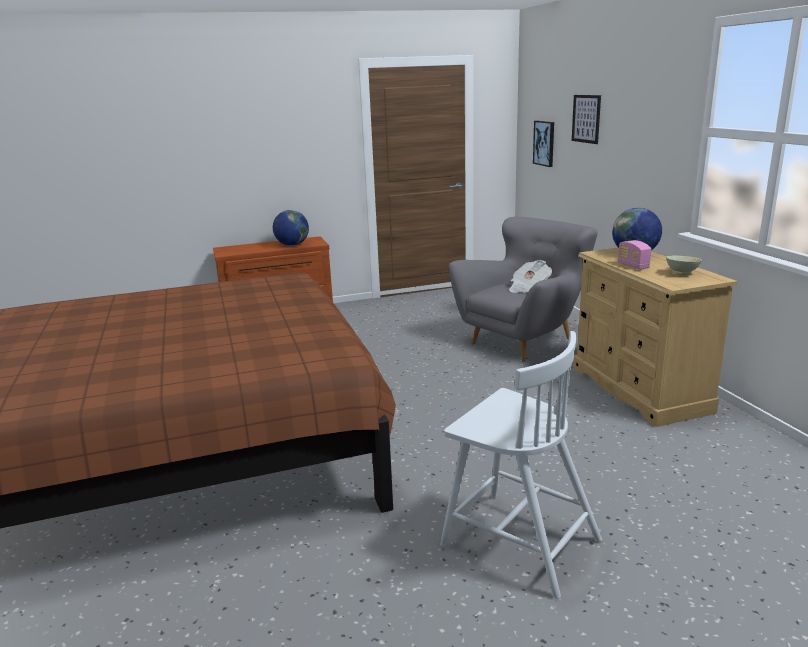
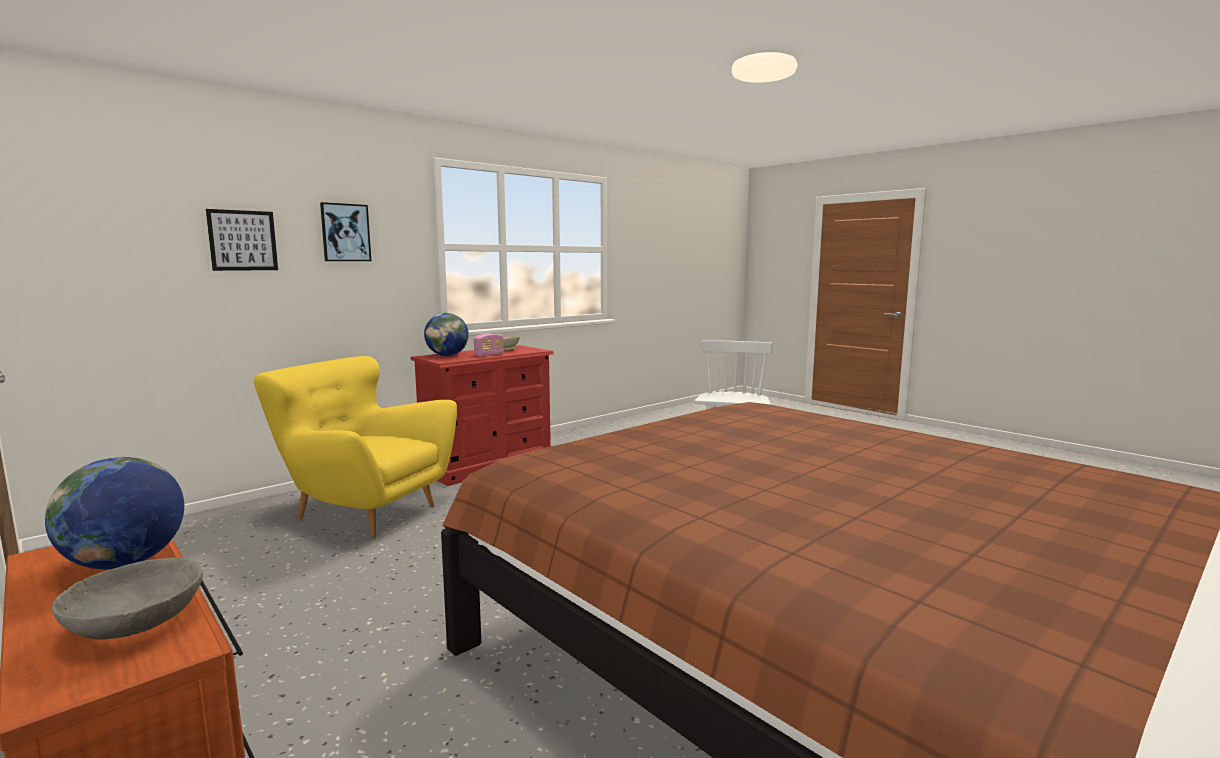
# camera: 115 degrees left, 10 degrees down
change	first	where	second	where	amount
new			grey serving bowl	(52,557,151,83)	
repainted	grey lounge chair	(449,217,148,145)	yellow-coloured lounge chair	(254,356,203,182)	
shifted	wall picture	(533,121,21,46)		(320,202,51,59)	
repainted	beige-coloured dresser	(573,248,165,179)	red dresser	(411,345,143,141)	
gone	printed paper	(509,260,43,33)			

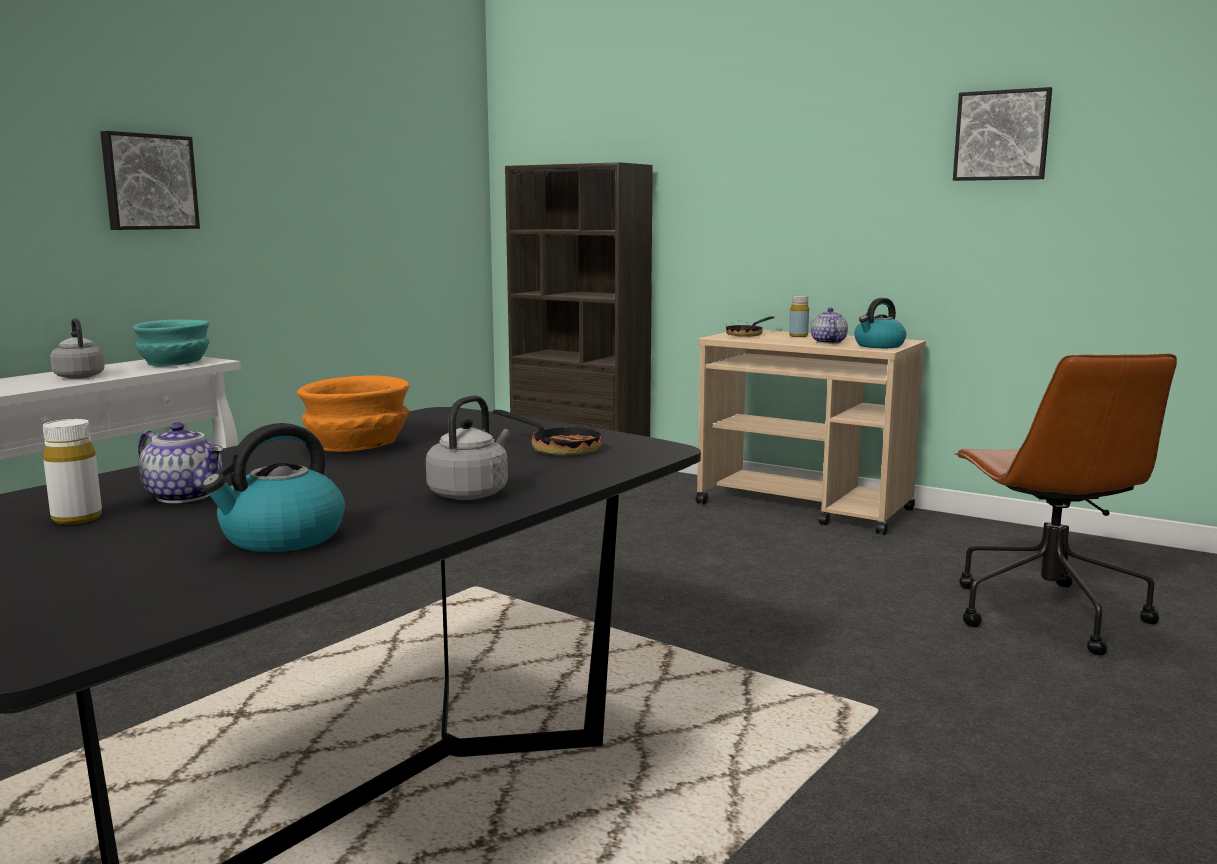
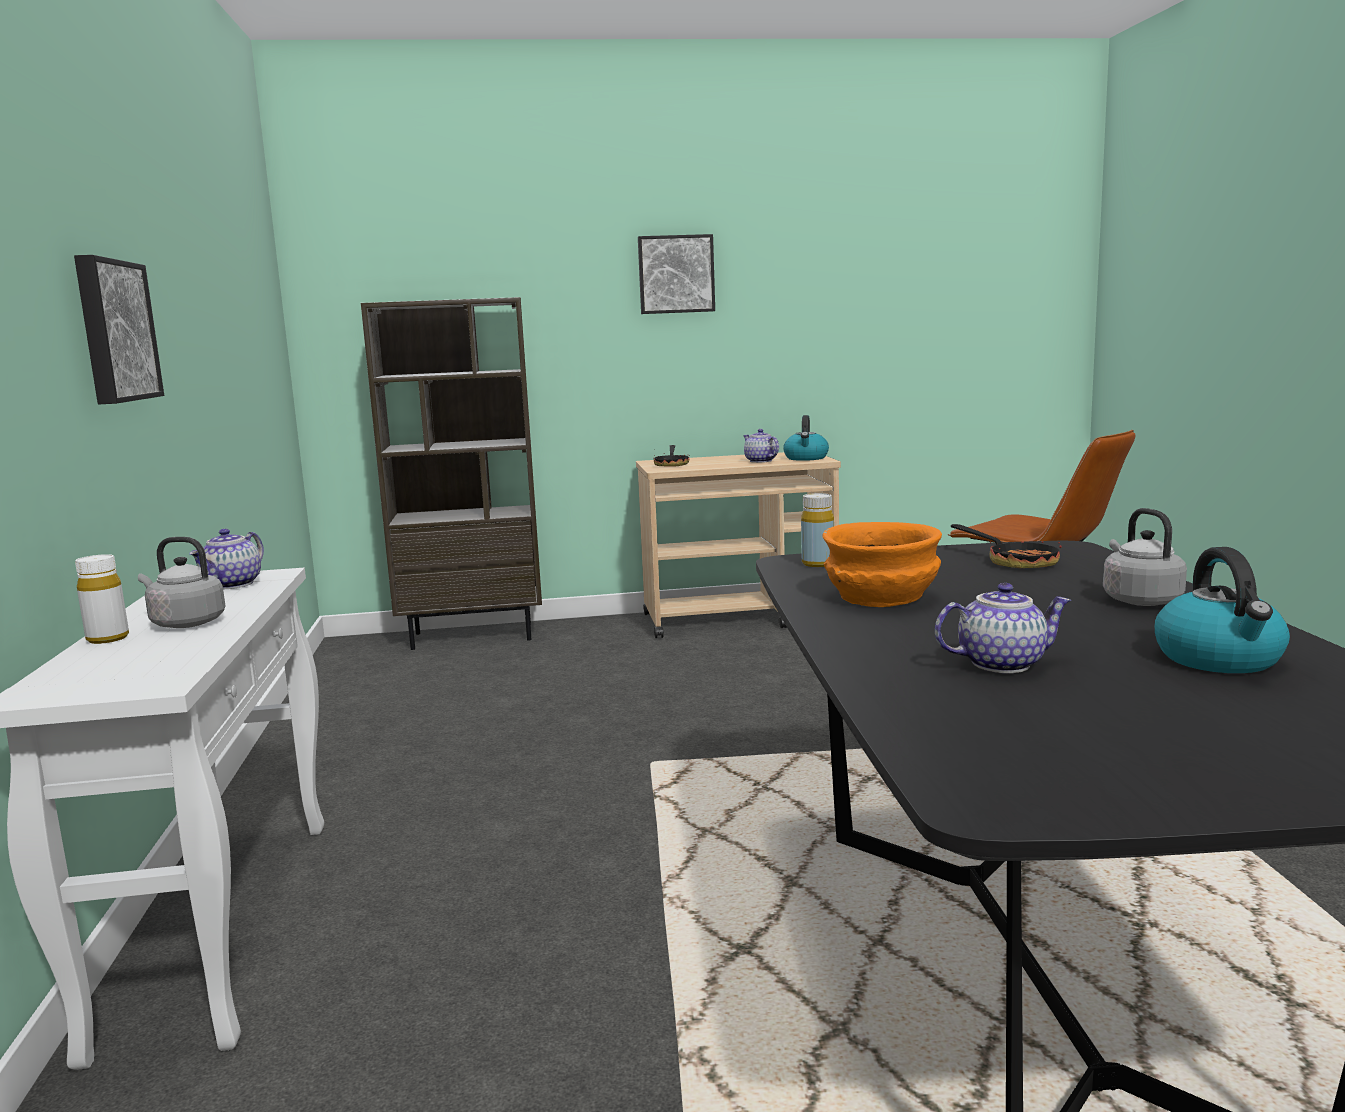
# camera: 40 degrees left, 0 degrees up
change	first	where	second	where	amount
shifted	white-coloured bottle	(43,419,59,106)		(75,554,54,90)	
swapped	turquoise-coloured serving bowl	(133,319,77,48)	teapot	(189,529,75,60)	
shifted	wall picture	(953,87,99,94)		(638,234,77,80)	
shifted	yellow-coloured bottle	(789,295,20,42)		(801,493,33,74)	
rotated	pan	(493,410,111,45)		(951,524,111,44)	60 degrees clockwise

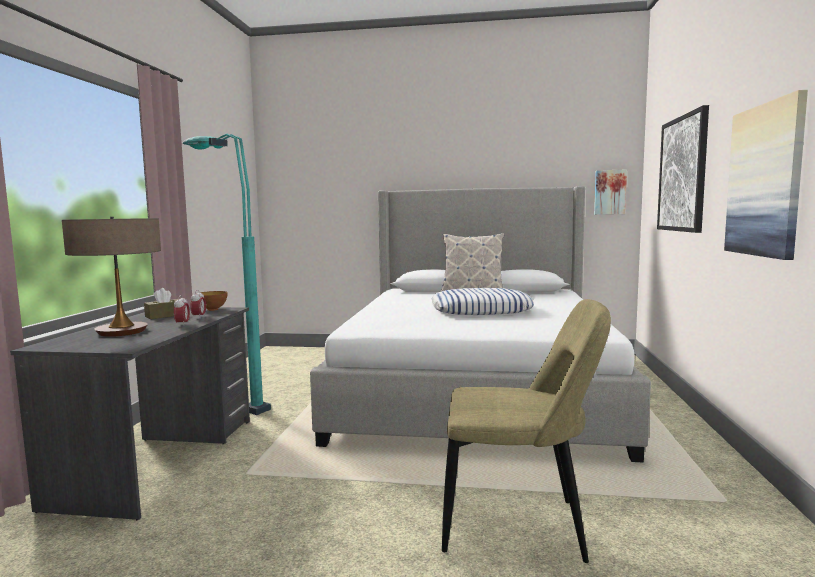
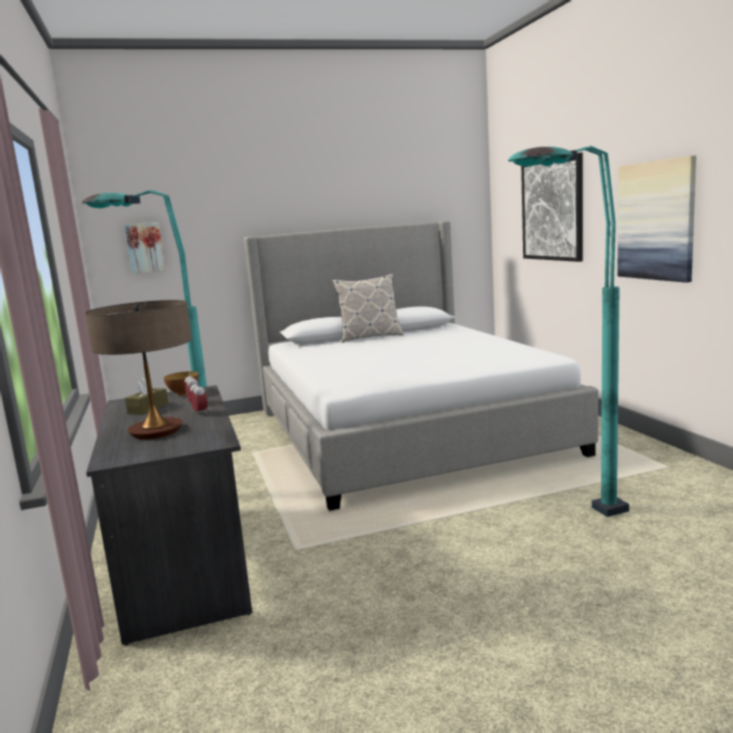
# camera: 25 degrees left, 5 degrees up
change	first	where	second	where	amount
shifted	wall picture	(594,169,33,46)		(125,222,40,52)	
swapped	beige-coloured plain chair	(442,299,169,264)	turquoise-coloured standing lamp	(508,146,121,371)	
gone	cushion	(432,288,102,27)			

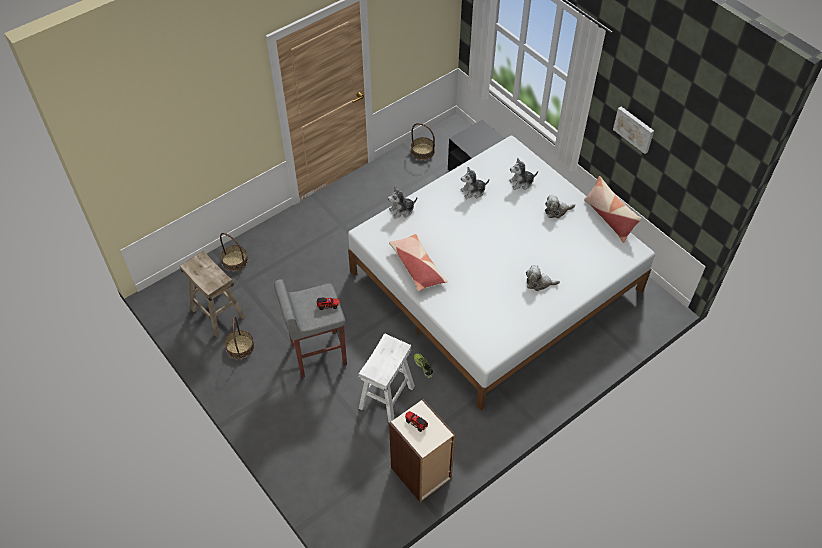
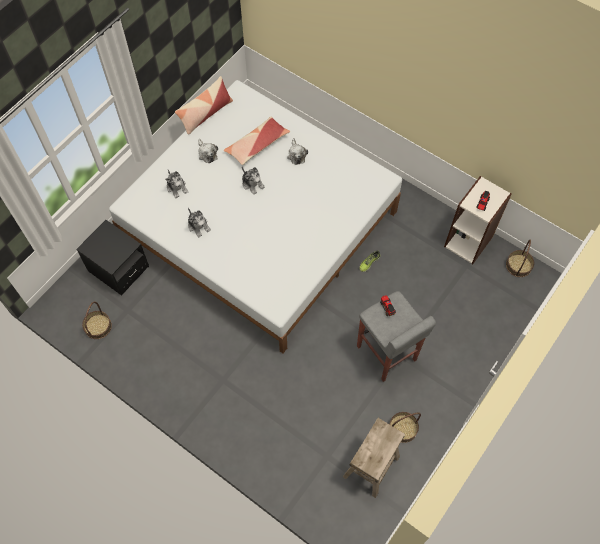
# camera: 105 degrees left, 10 degrees up
change	first	where	second	where	amount
shifted	cushion	(389,234,59,57)		(224,117,66,48)	
shifted	plush toy	(388,186,29,33)		(242,167,23,28)	
shifted	storage basket	(220,233,28,38)		(506,240,28,37)	
gone	white-coloured stool seat	(359,333,56,89)			
gone	wall picture	(613,107,41,47)			

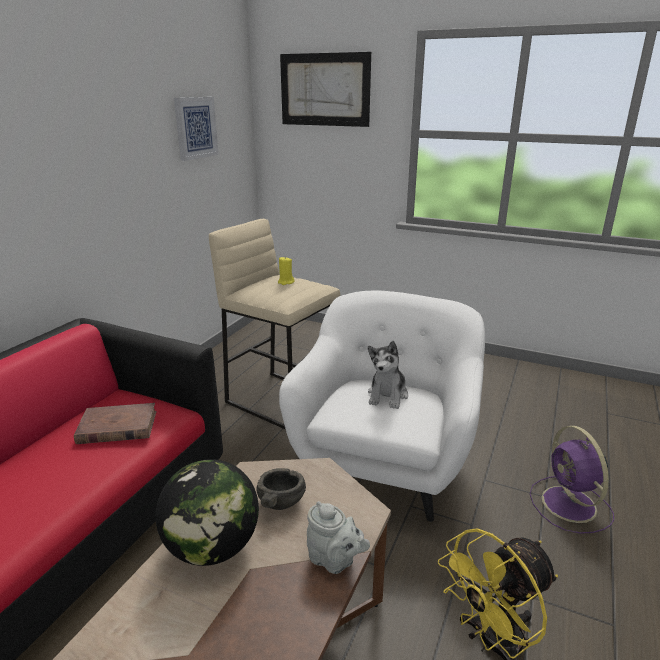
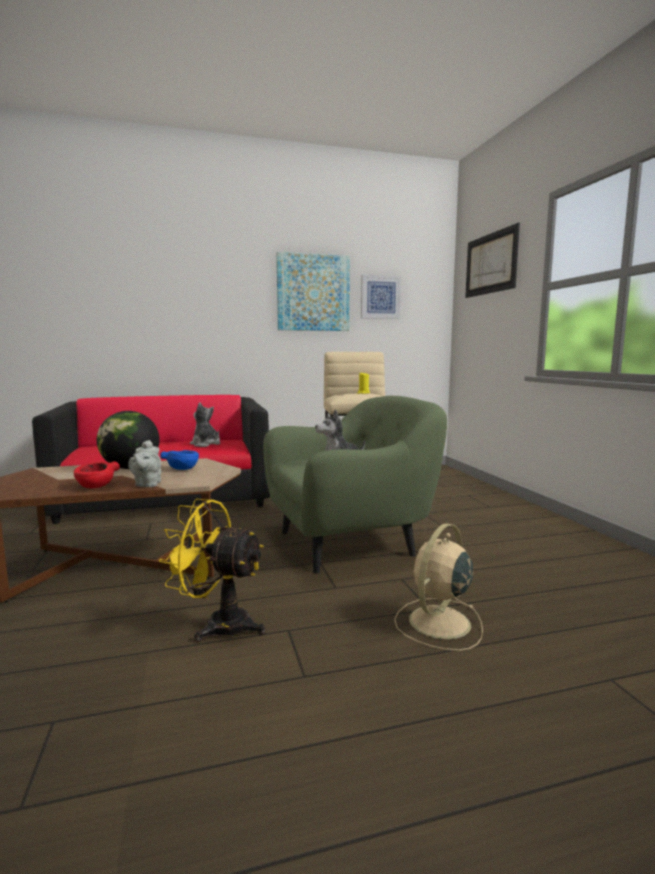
# camera: 50 degrees right, 15 degrees down
change	first	where	second	where	amount
new			red serving bowl	(74,461,46,27)	
repainted	grey serving bowl	(257,468,49,42)	bluish serving bowl	(160,450,39,20)	
swapped	brown-coloured bound book	(74,403,83,41)	plush toy	(190,402,30,45)	
repainted	white-coloured lounge chair	(279,291,206,231)	green lounge chair	(263,396,184,177)	
new			wall picture	(277,252,73,79)	
repainted	purple-coloured electric fan	(530,426,84,108)	beige-coloured electric fan	(394,523,89,128)	

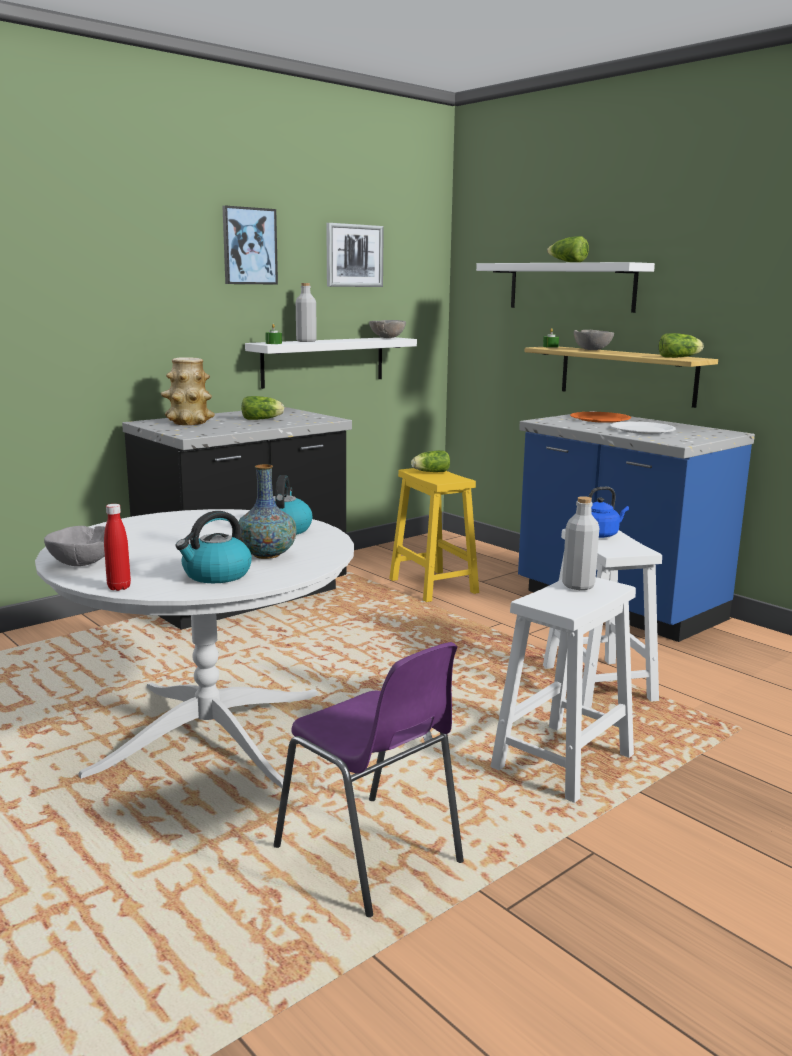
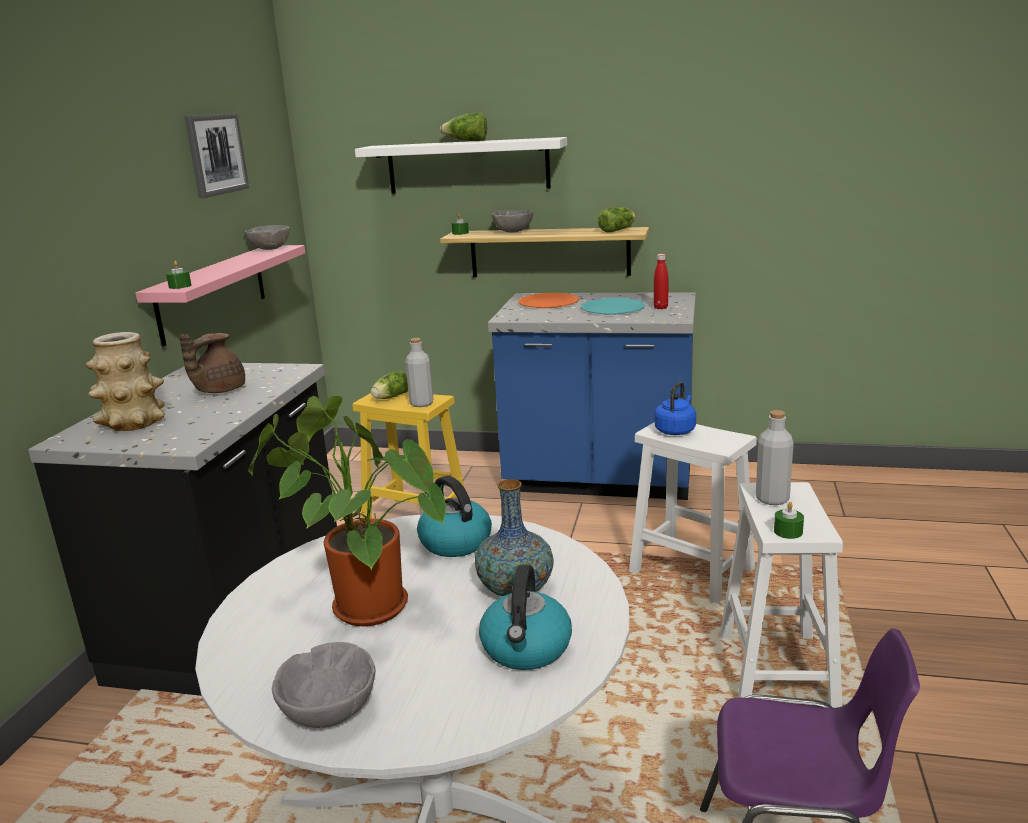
# camera: 35 degrees left, 5 degrees up
change	first	where	second	where	amount
repainted	white-coloured shelf	(245,337,172,52)	pinkish shelf	(136,245,169,101)	
swapped	lettuce head	(241,396,43,24)	brown-coloured teapot	(179,333,66,60)	
new			houseplant	(248,396,198,230)	
shifted	grey bottle	(296,283,21,59)		(405,338,28,69)	
repainted	white-coloured dinner plate	(610,422,66,12)	turquoise-coloured dinner plate	(581,298,64,17)	
shifted	red bottle	(104,504,27,87)		(654,254,14,55)	
new			green wax candle	(774,502,30,37)	
gone	wall picture	(222,206,56,78)			

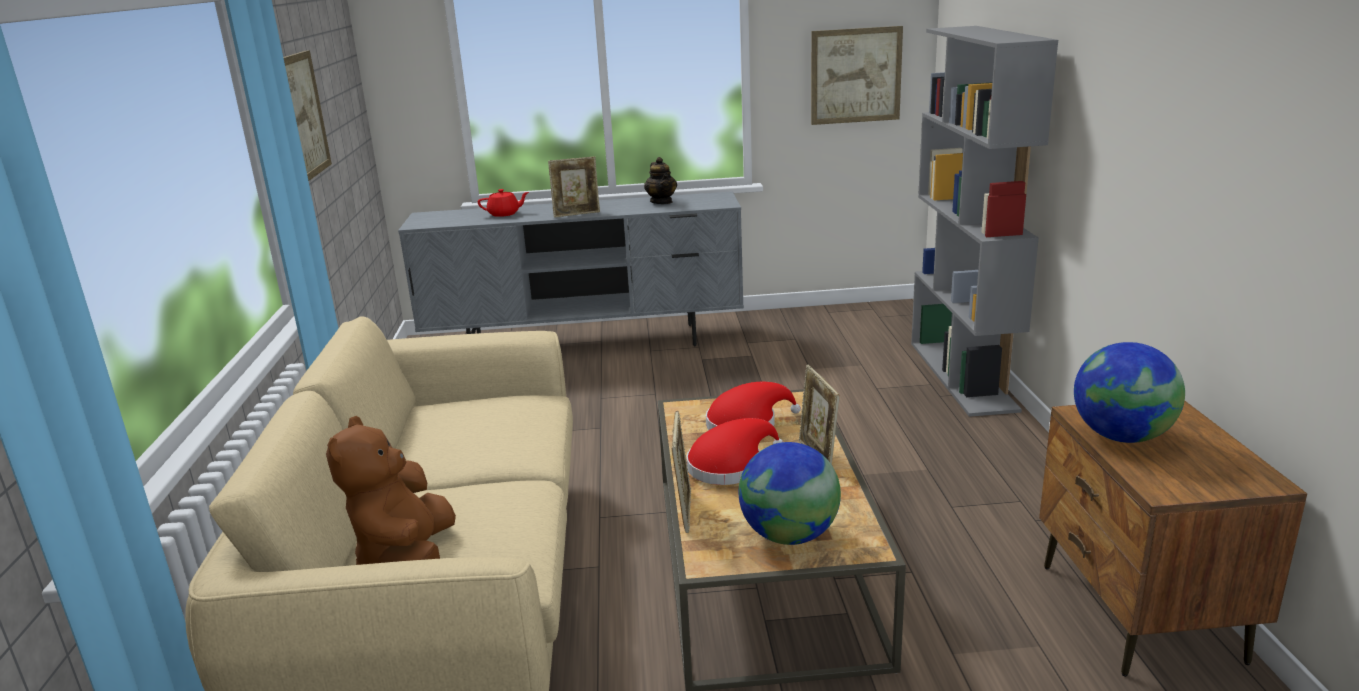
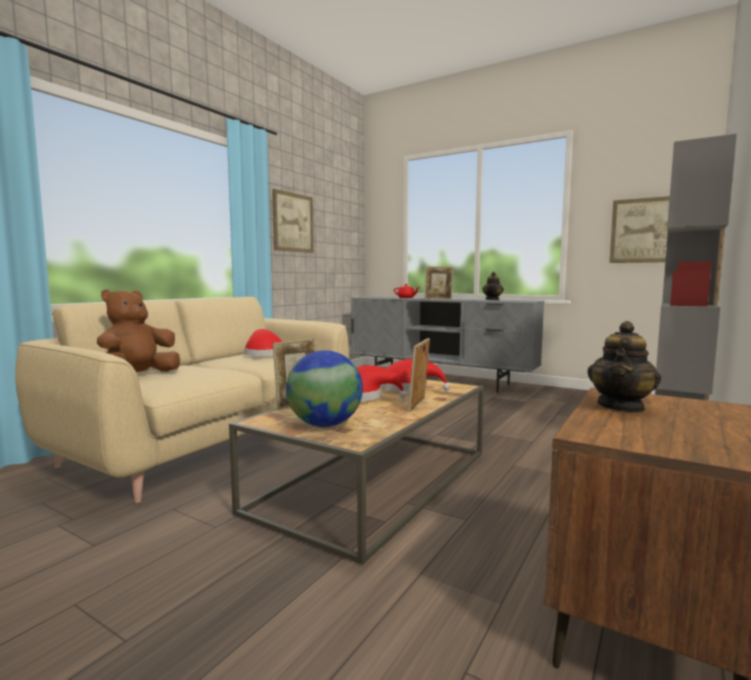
# camera: 35 degrees right, 15 degrees down
change	first	where	second	where	amount
new			red hat	(244,329,38,27)	
swapped	world globe	(1074,342,111,101)	teapot	(587,321,74,92)	

